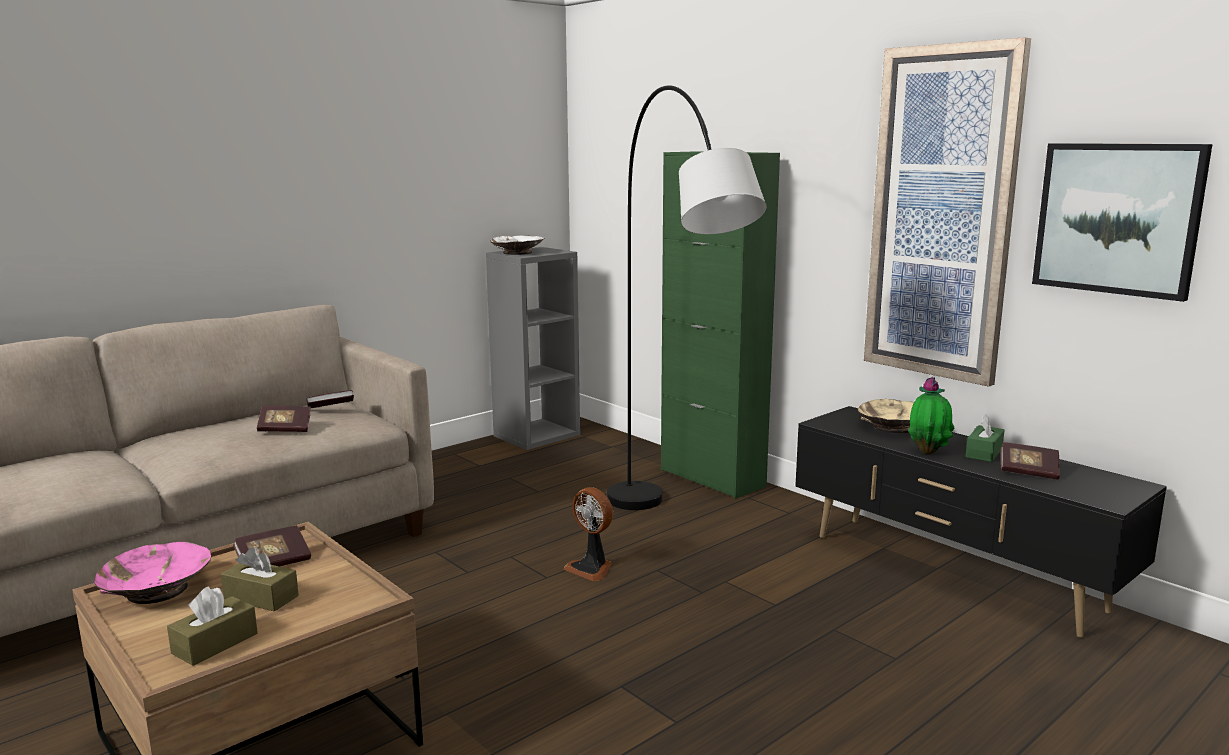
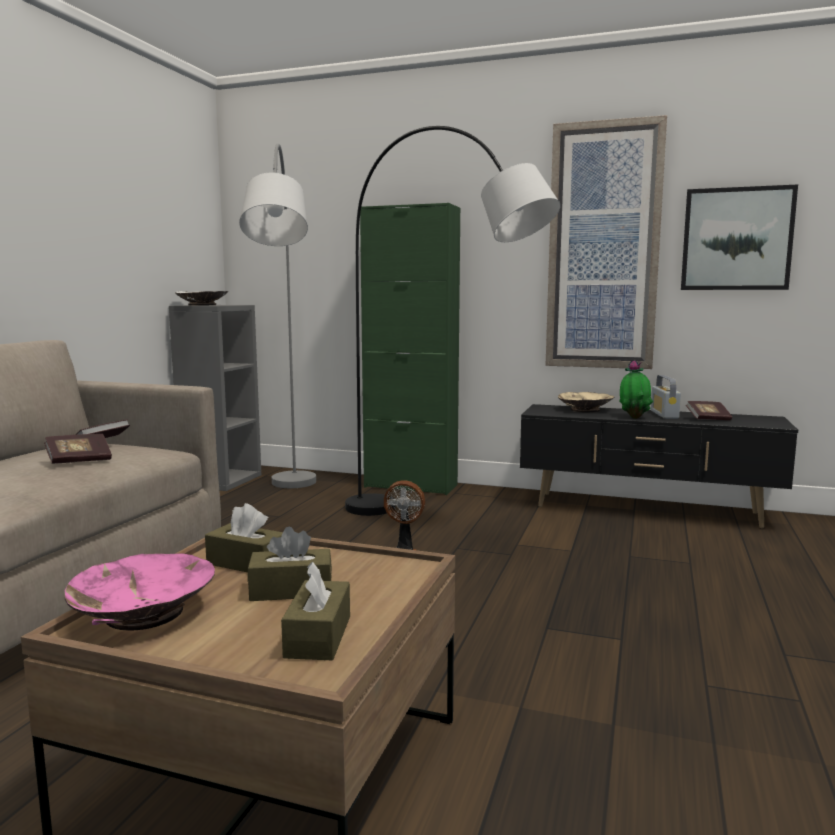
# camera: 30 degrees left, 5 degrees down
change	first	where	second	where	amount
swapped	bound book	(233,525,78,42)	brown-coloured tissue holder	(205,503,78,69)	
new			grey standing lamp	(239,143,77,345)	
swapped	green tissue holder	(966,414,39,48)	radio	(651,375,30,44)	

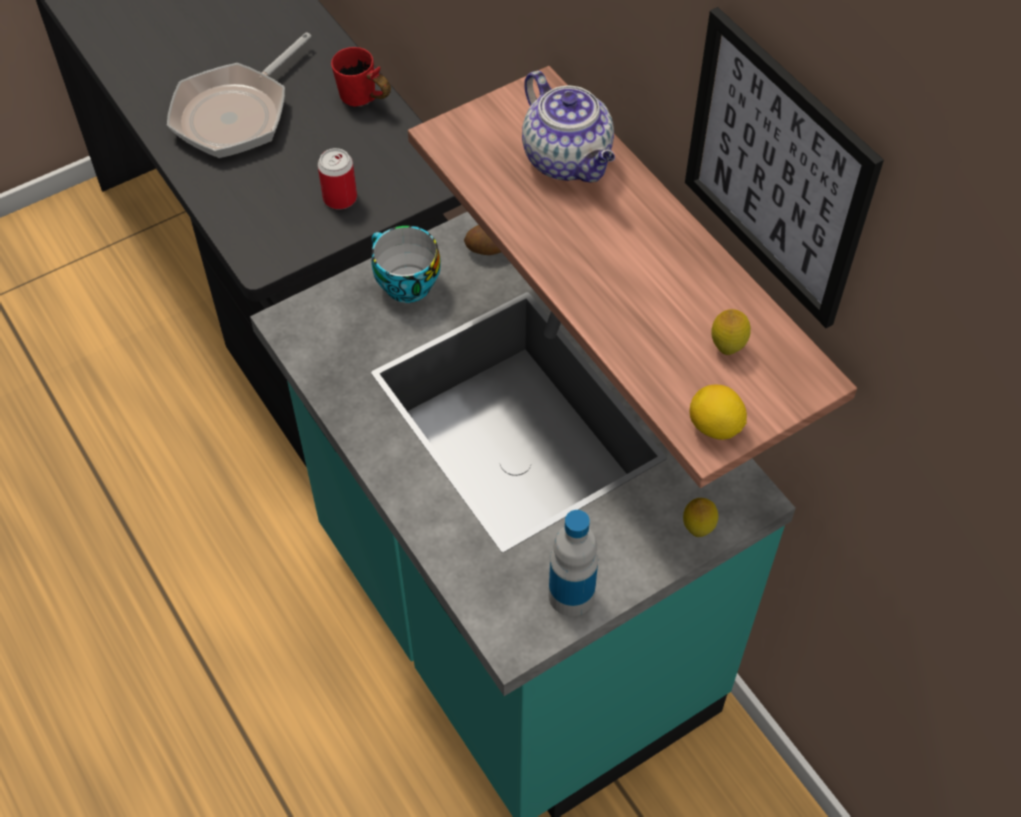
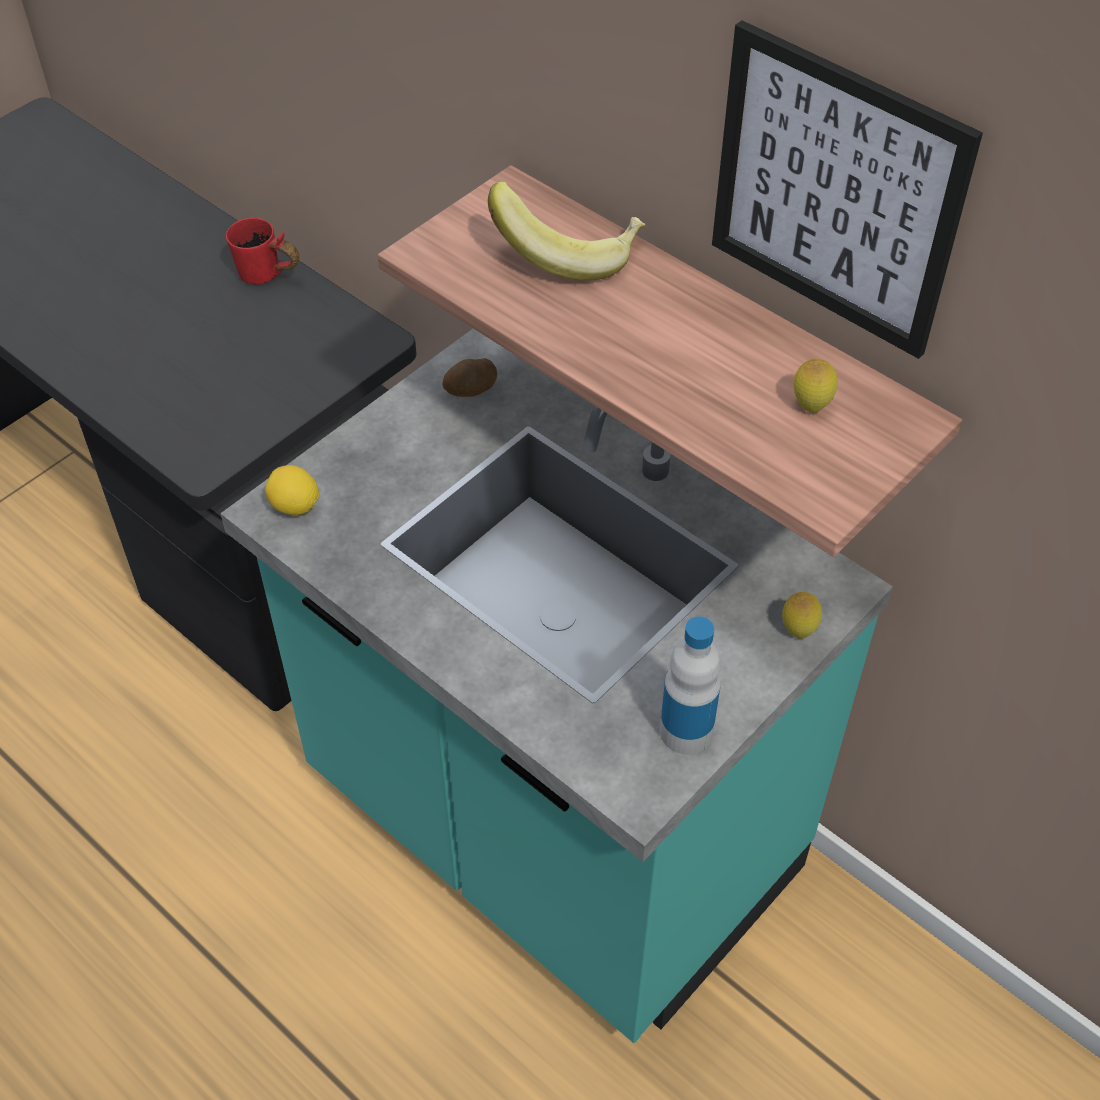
# camera: 15 degrees left, 5 degrees down
change	first	where	second	where	amount
shifted	lemon	(690,385,57,55)		(265,465,55,50)	
swapped	teapot	(522,70,93,113)	banana fruit	(488,181,157,100)	
gone	pan	(167,32,144,126)			
gone	can	(318,148,39,62)			
gone	cup	(371,226,69,77)			

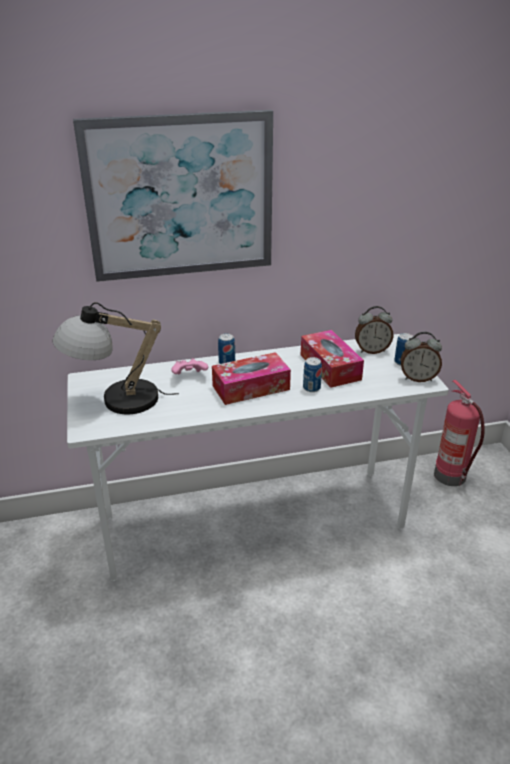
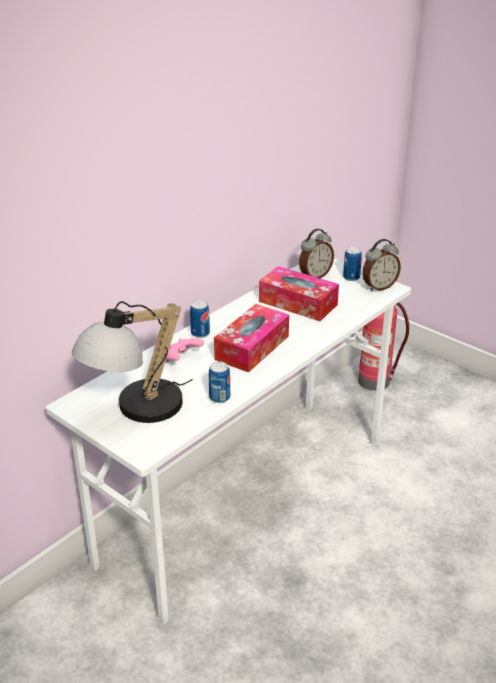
# camera: 35 degrees left, 0 degrees up
change	first	where	second	where	amount
shifted	can	(303,357,19,35)		(209,361,21,42)	
gone	wall picture	(73,110,200,172)			

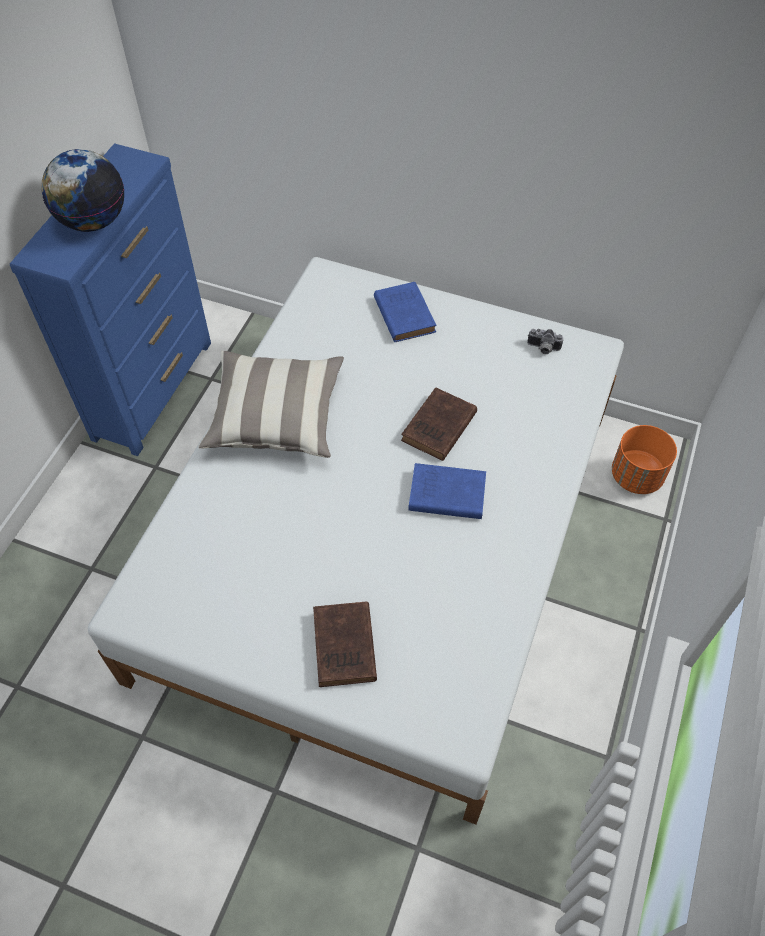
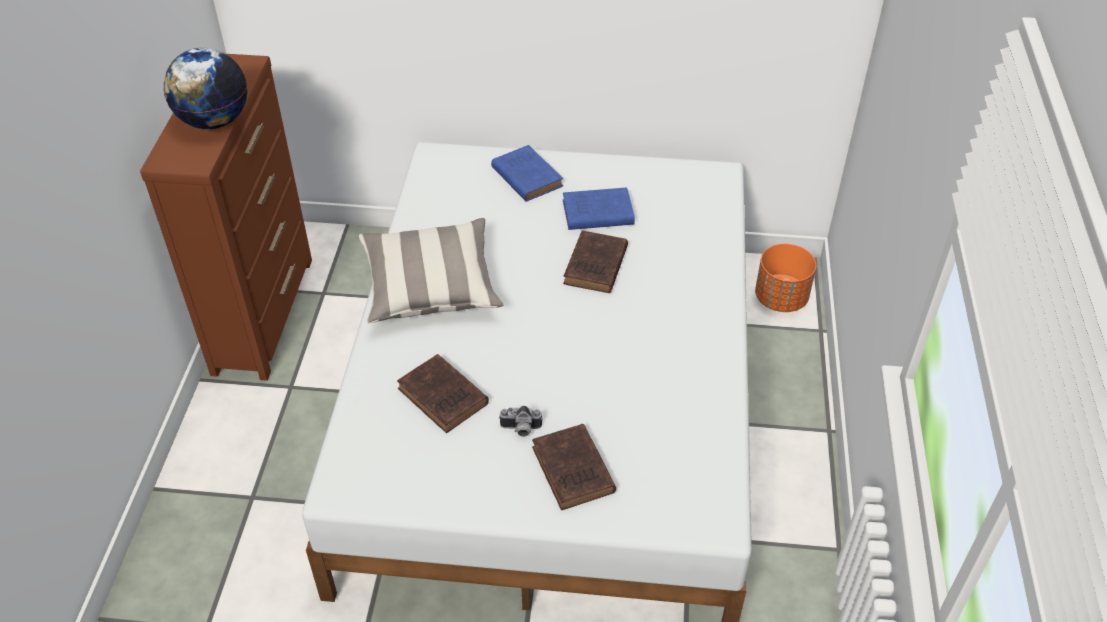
# camera: 15 degrees left, 10 degrees down
change	first	where	second	where	amount
repainted	bluish dresser	(10,143,201,313)	brown-coloured dresser	(140,54,172,327)	
new			brown-coloured bound book	(397,354,92,79)	
shifted	photo camera	(527,329,36,25)		(499,406,43,31)	
shifted	bluish bound book	(408,463,78,56)		(563,187,72,43)	

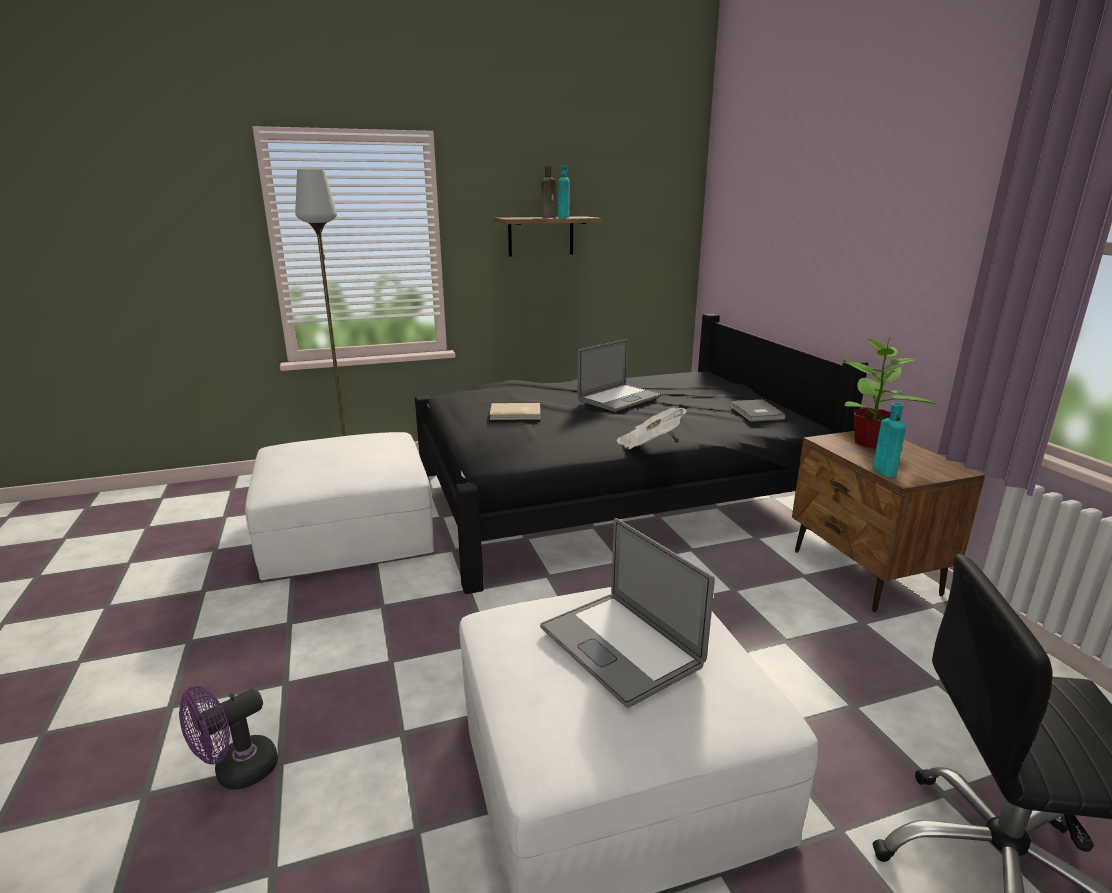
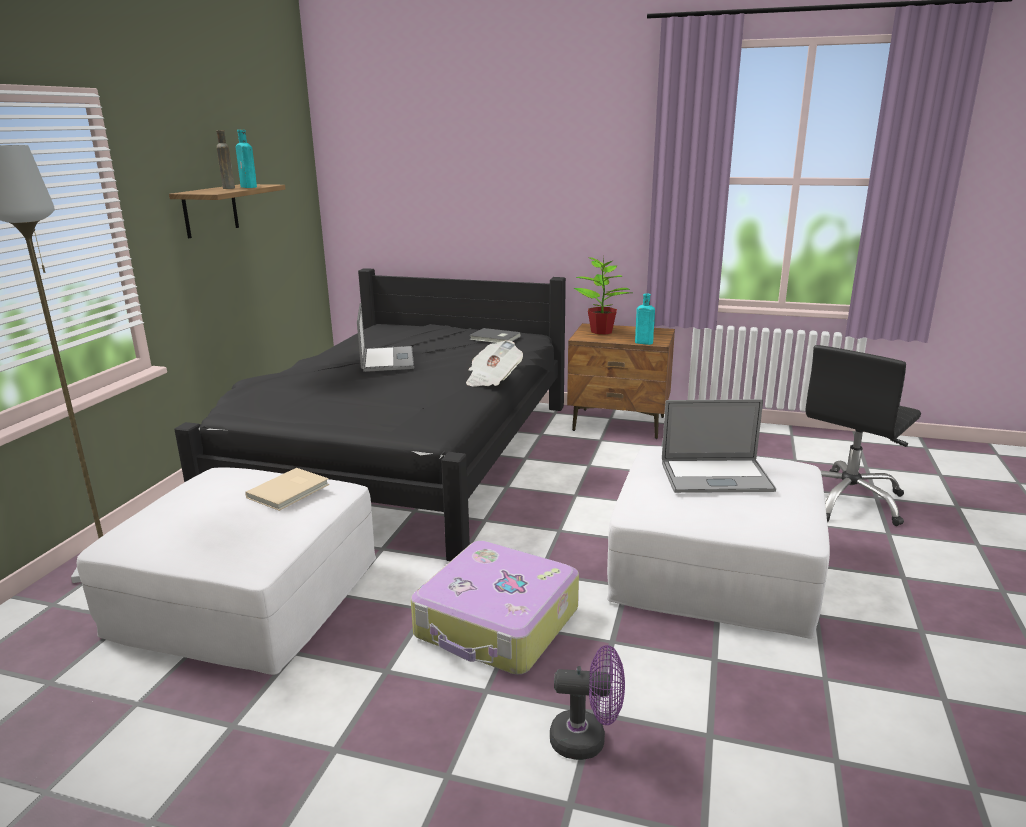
# camera: 55 degrees left, 0 degrees up
change	first	where	second	where	amount
shifted	beige-coloured bound book	(490,403,50,17)		(245,468,84,43)	
new			suitcase	(411,541,168,134)	
rotated	purple-coloured electric fan	(179,686,99,104)		(550,645,75,115)	75 degrees counterclockwise

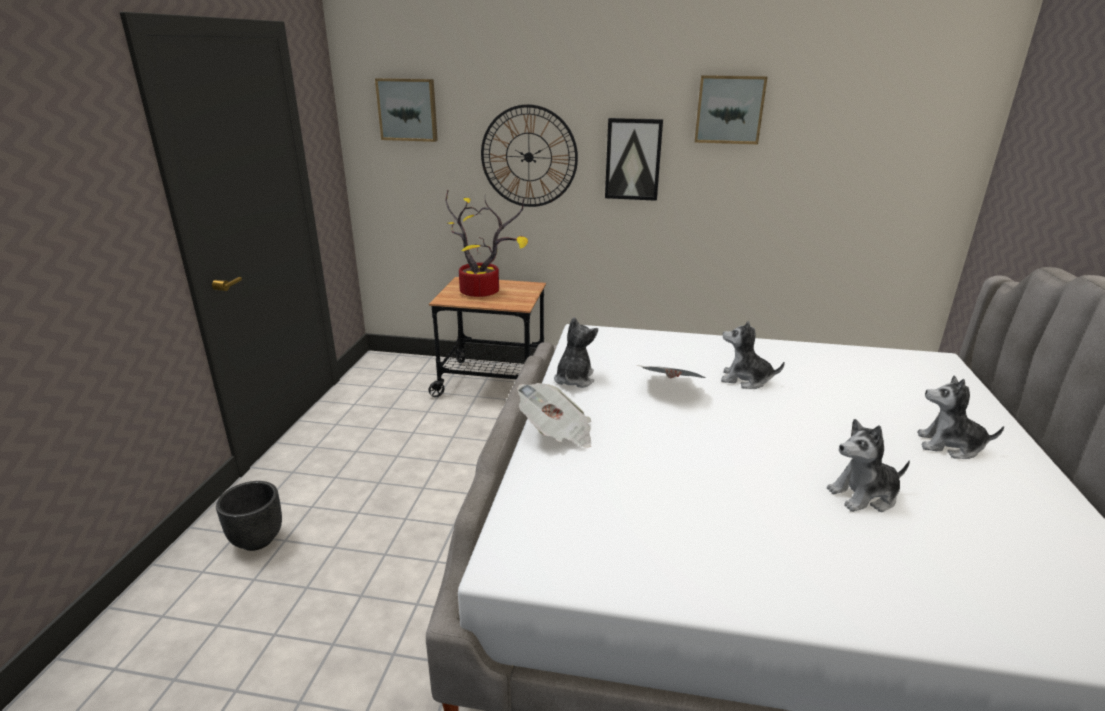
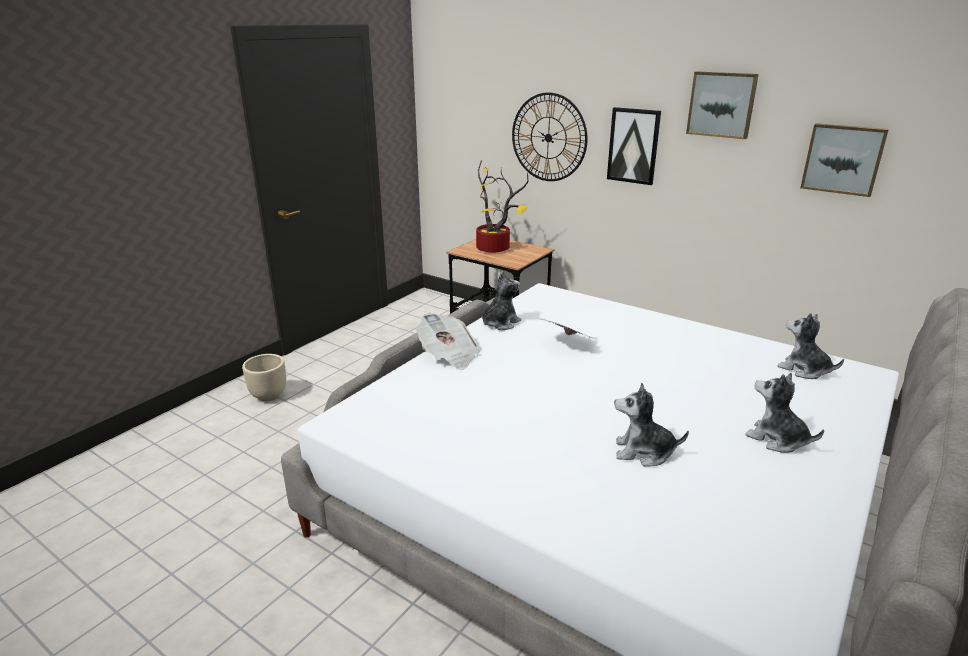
# camera: 25 degrees right, 0 degrees up
change	first	where	second	where	amount
repainted	blackish flower pot	(216,481,66,70)	beige-coloured flower pot	(242,354,44,48)	
shifted	plush toy	(721,320,64,69)		(777,313,67,66)	
shifted	wall picture	(375,78,63,64)		(800,123,89,74)	

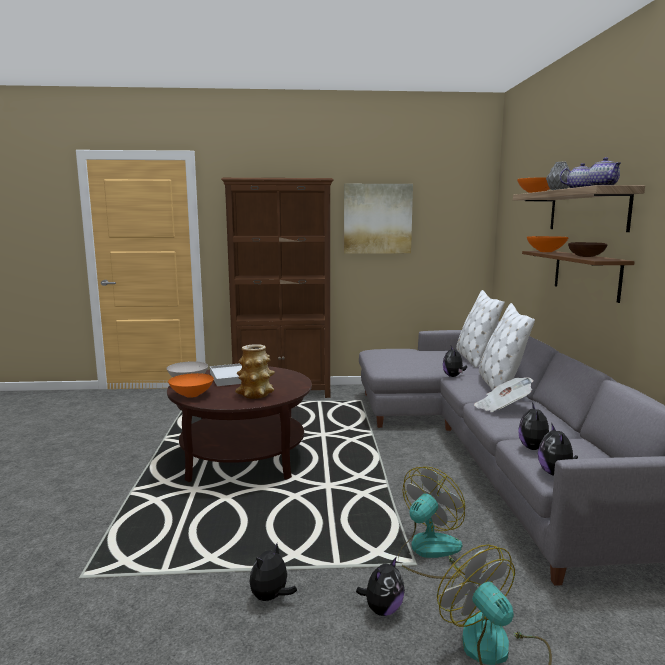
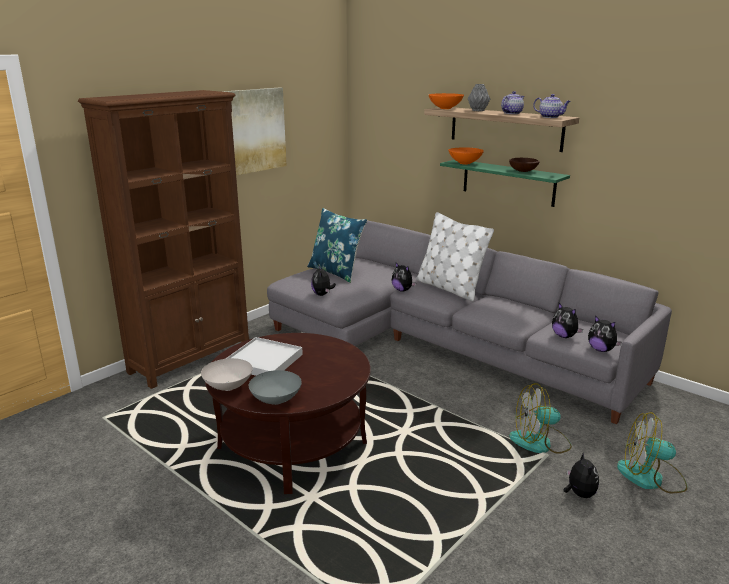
# camera: 45 degrees left, 10 degrees up
change	first	where	second	where	amount
repainted	orange-coloured serving bowl	(168,373,46,25)	grey serving bowl	(249,370,53,35)	
new			bluish cushion	(307,208,60,75)	
shifted	plush toy	(250,543,47,58)		(311,266,25,30)	
repainted	brown-coloured shelf	(522,251,113,52)	green shelf	(440,160,130,47)	
rotated	electric fan	(398,467,67,112)		(509,383,63,71)	90 degrees counterclockwise
gone	vase	(235,344,40,55)			
gone	white-coloured cushion	(456,290,49,78)			
gone	printed paper	(474,377,59,35)			

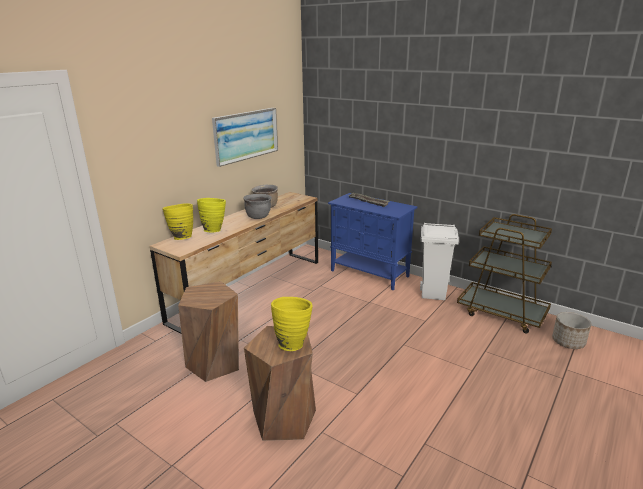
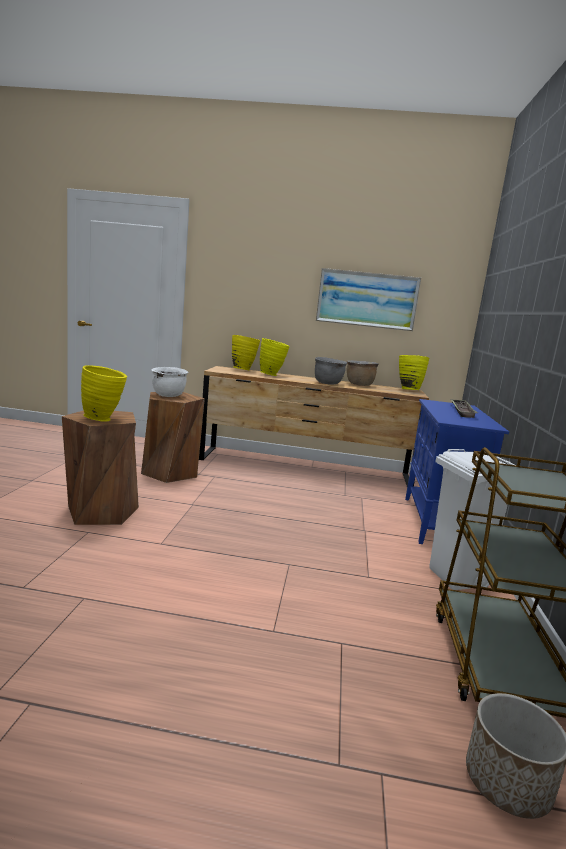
# camera: 60 degrees right, 10 degrees down
change	first	where	second	where	amount
new			white-coloured cooking pot	(152,367,36,30)	
new			yellow-coloured vase	(399,355,30,35)	

